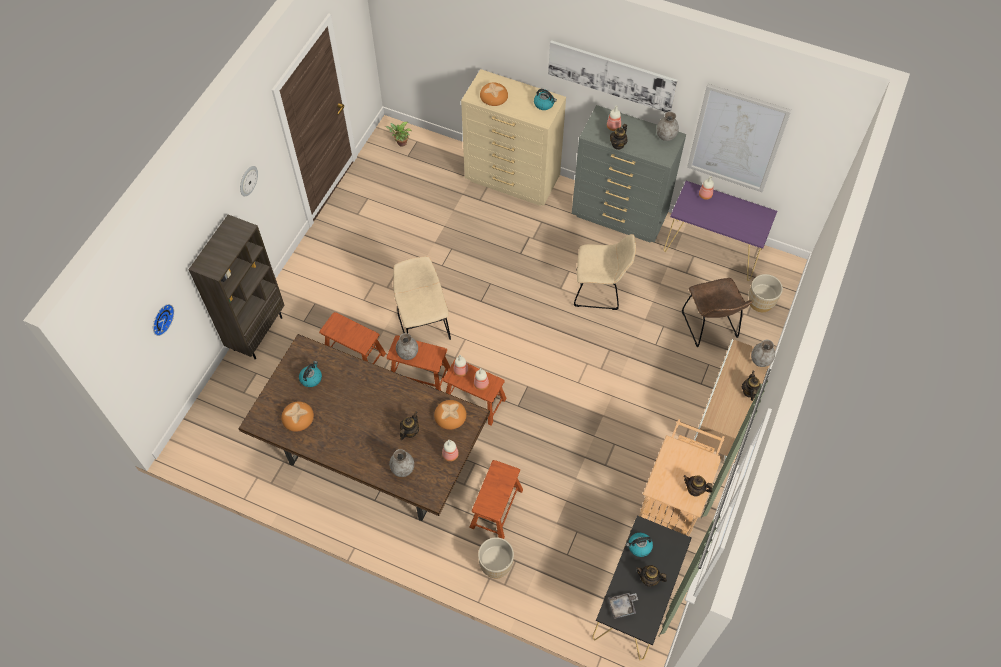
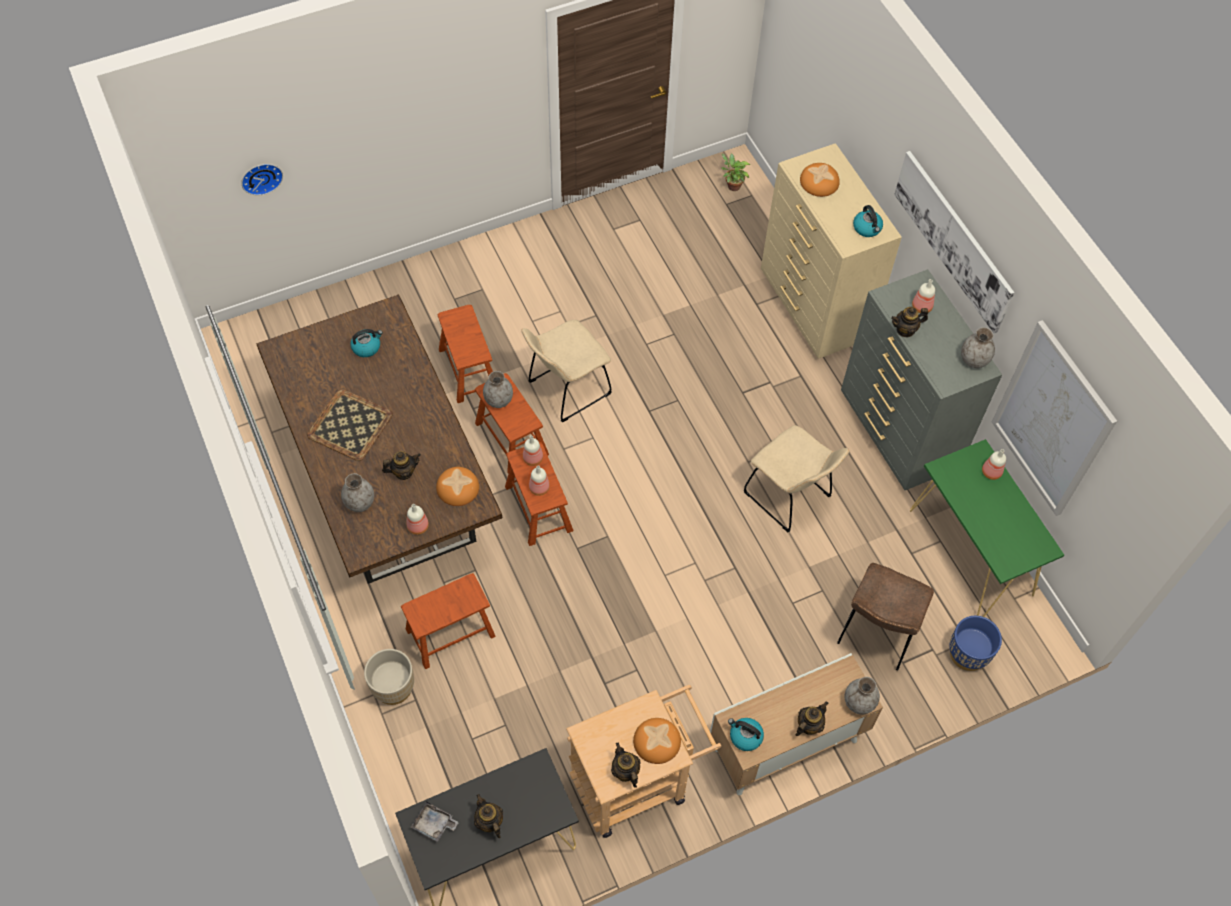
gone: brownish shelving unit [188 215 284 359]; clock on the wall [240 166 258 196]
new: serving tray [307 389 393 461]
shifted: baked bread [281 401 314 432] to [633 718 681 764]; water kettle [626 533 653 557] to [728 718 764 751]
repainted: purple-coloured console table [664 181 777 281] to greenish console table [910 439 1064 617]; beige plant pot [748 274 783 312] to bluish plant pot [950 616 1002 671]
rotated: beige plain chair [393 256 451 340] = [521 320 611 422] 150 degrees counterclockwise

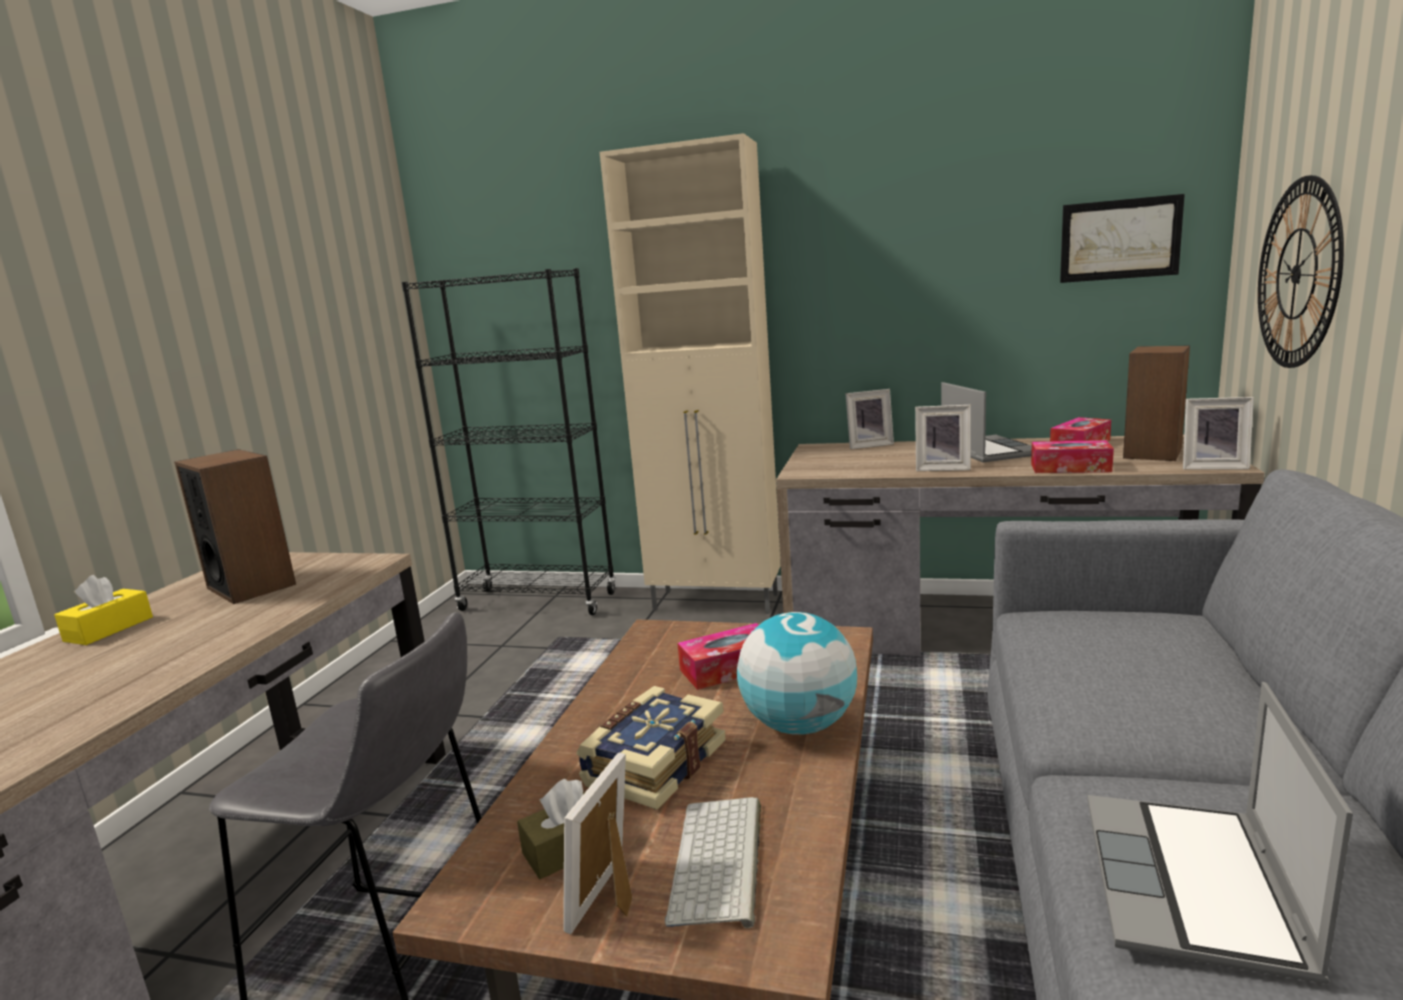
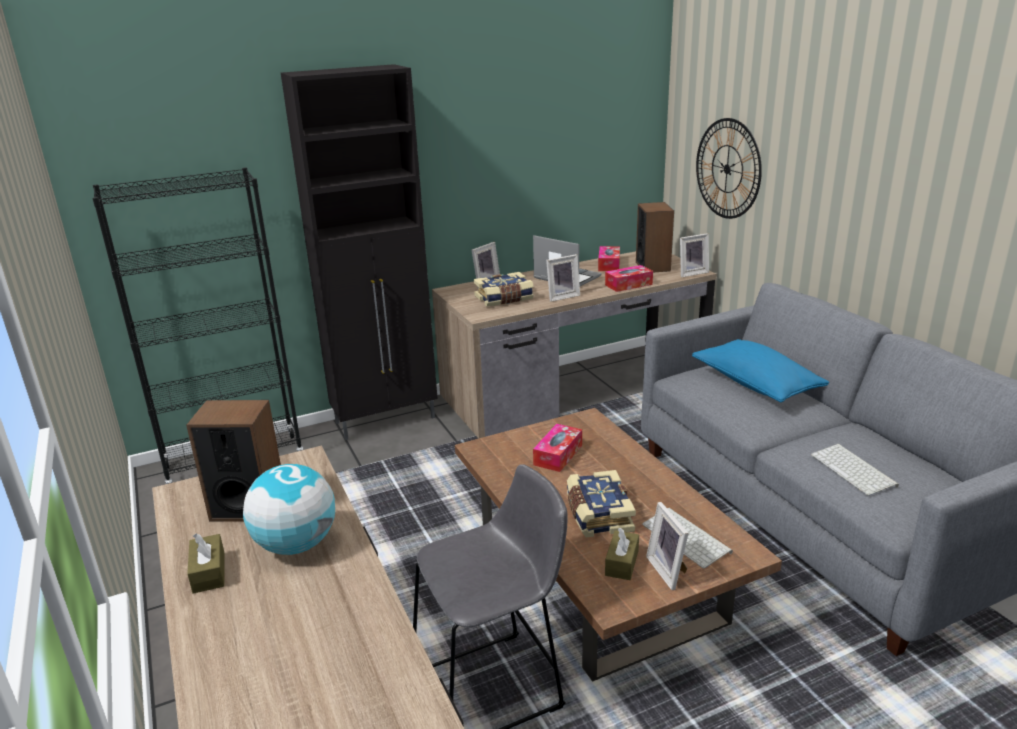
gone: picture [1060 194 1185 283]
new: volume [474 272 534 307]; bluish throw pillow [692 339 829 403]
shifted: world globe [737 612 857 735] to [243 464 335 555]
swapped: portable computer [1087 682 1353 984] to PC keyboard [811 444 899 496]
repainted: yellow-coloured box of tissues [54 575 153 645] to brownish box of tissues [187 533 225 594]; beige cupboard [600 133 781 614] to black-coloured cupboard [281 64 438 440]

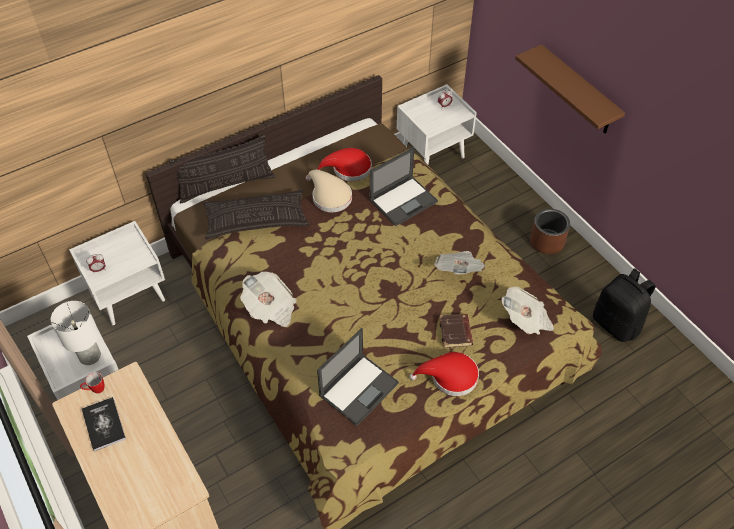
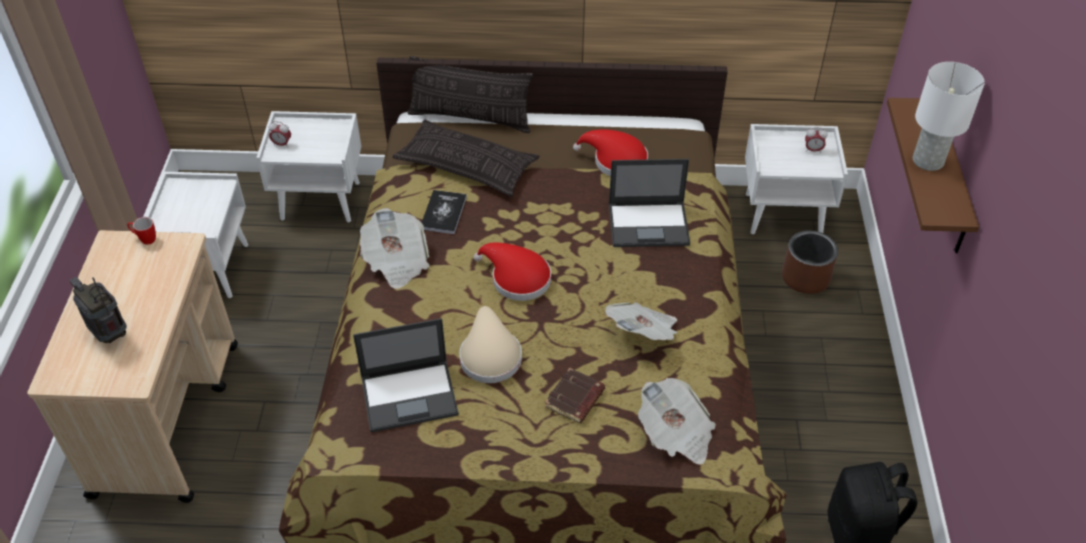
new: radio receiver [70 277 127 343]
shifted: white tabletop lamp [51 301 101 365] to [913 62 985 171]; volume [82 397 126 451] to [422 190 467 234]; beige clothing hat [306 170 352 212] to [459 306 522 383]; reddish clothing hat [409 352 479 396] to [474 243 551 301]; brownish plant pot [530 209 570 254] to [782 230 838 294]

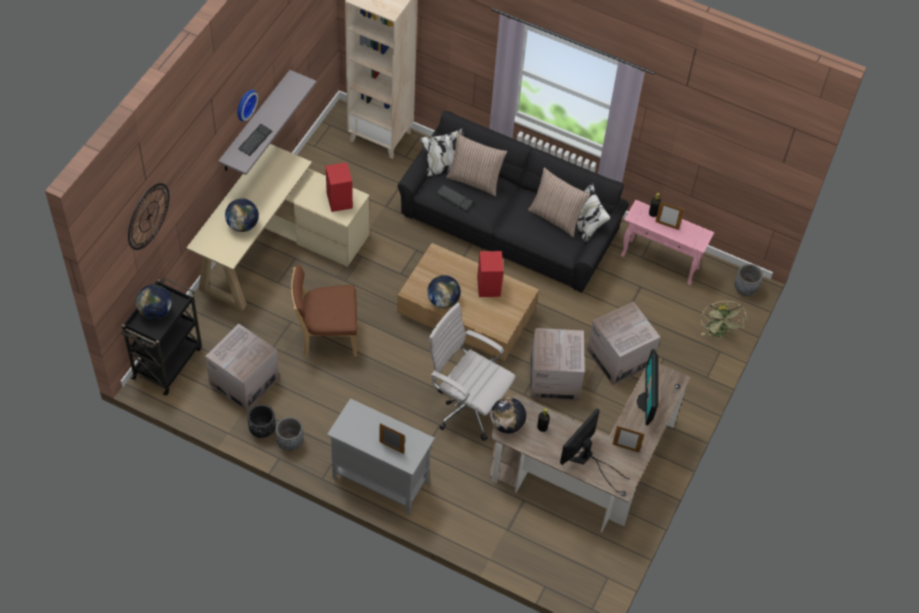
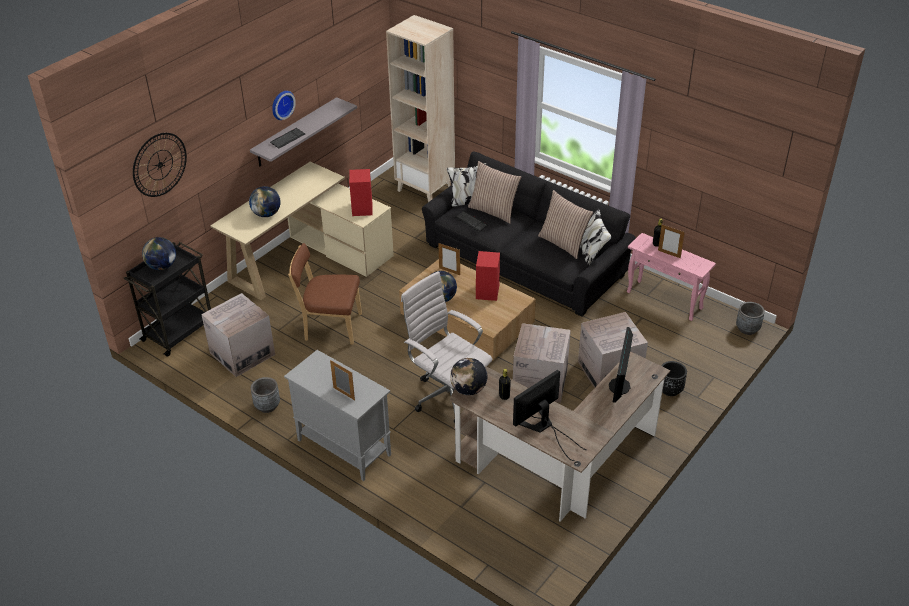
gone: greenish cooling fan [701 301 746 337]
shifted: black-coloured plant pot [247 404 276 438] to [661 361 687 396]; photo frame [612 426 644 452] to [438 243 460 275]

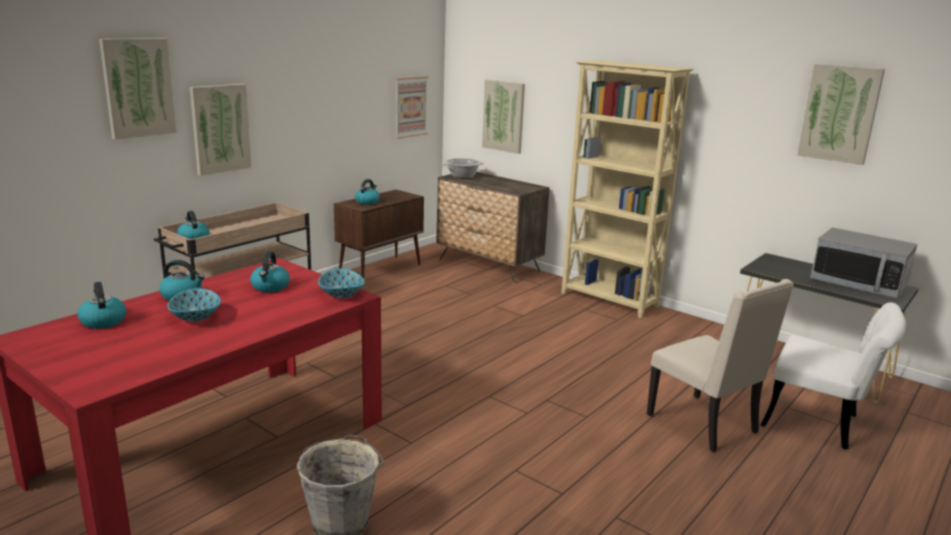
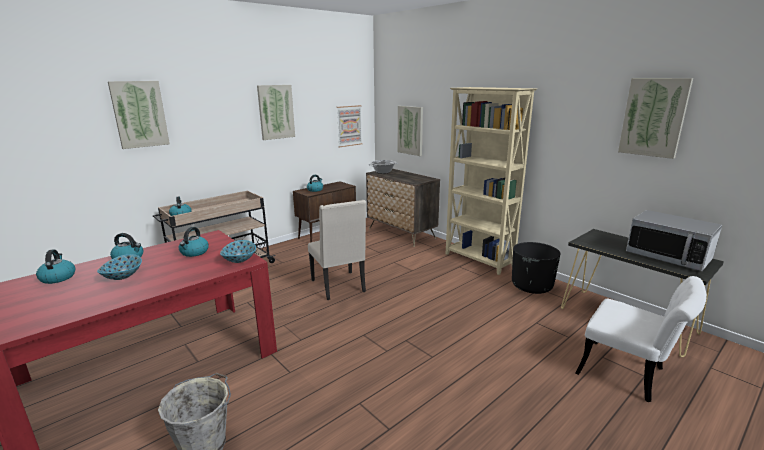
new: black-coloured plant pot [512 242 561 294]
shifted: picture [190 84 251 176] to [257 85 295 140]; beige plain chair [647 279 794 452] to [308 200 366 300]

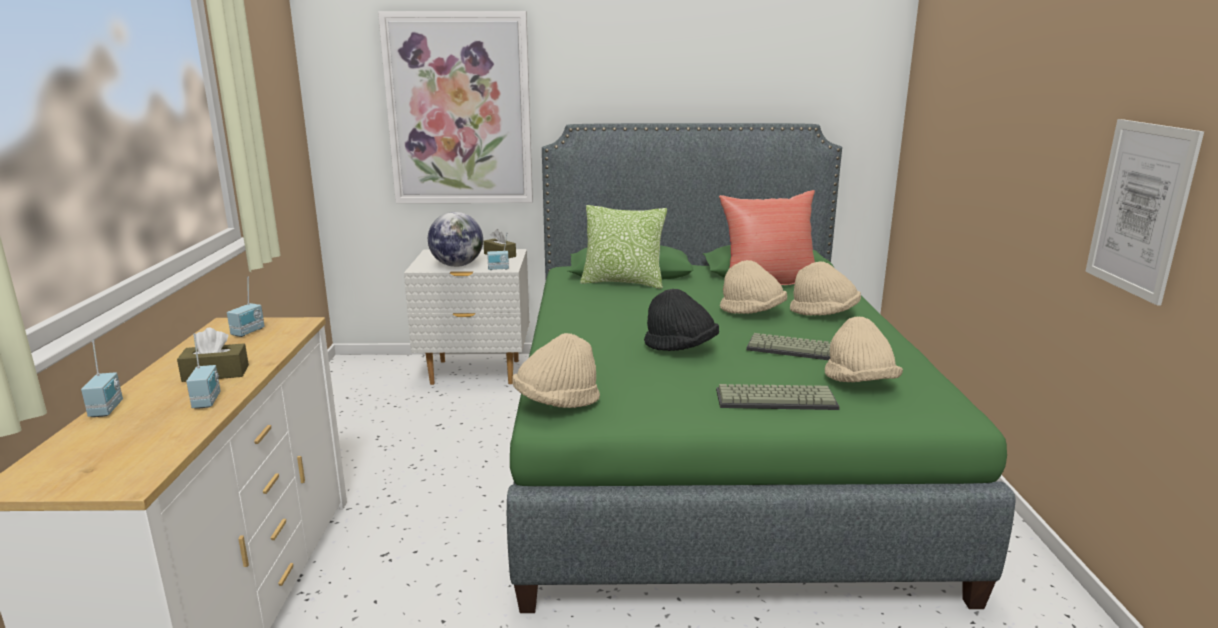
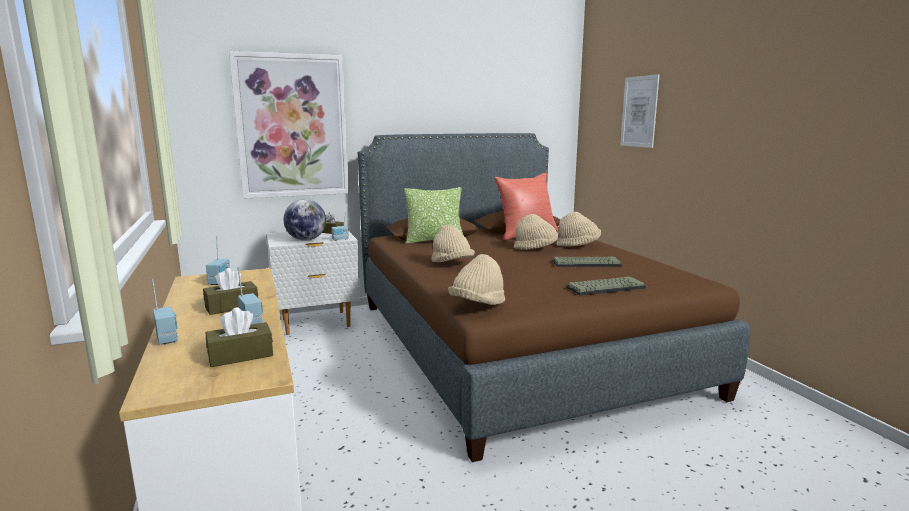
gone: black-coloured clothing hat [644 289 719 351]
new: brownish box of tissues [206 307 273 367]
shifted: beige clothing hat [825 316 903 382] to [431 224 475 262]; picture [1085 119 1204 306] to [620 74 660 148]
repainted: greenish sleeping bed [507 123 1016 613] to brownish sleeping bed [358 133 751 462]

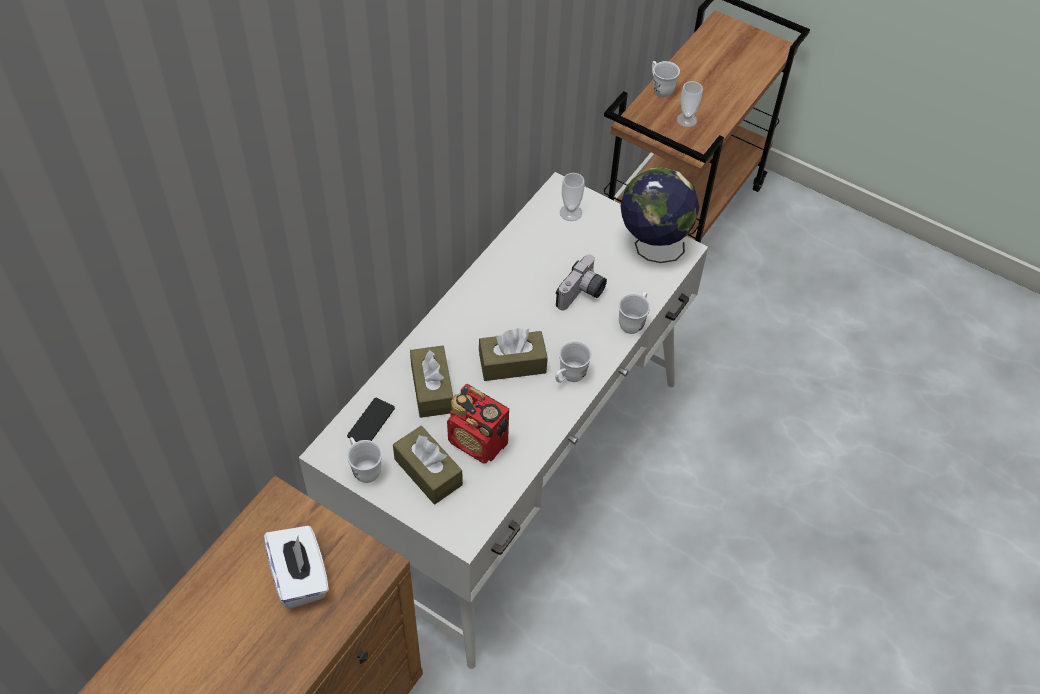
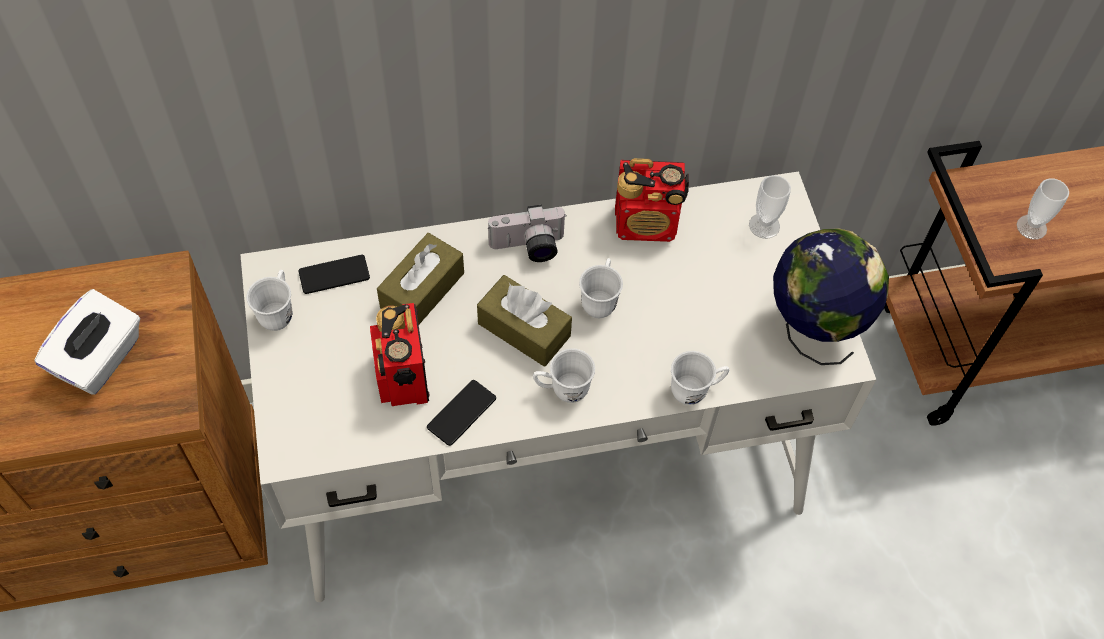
gone: brownish box of tissues [393 426 463 504]
new: handset [427 380 496 446]; radio receiver [615 158 689 242]
shifted: still camera [556 254 607 310] to [488 204 567 262]; white mug [652 61 680 97] to [579 258 623 318]

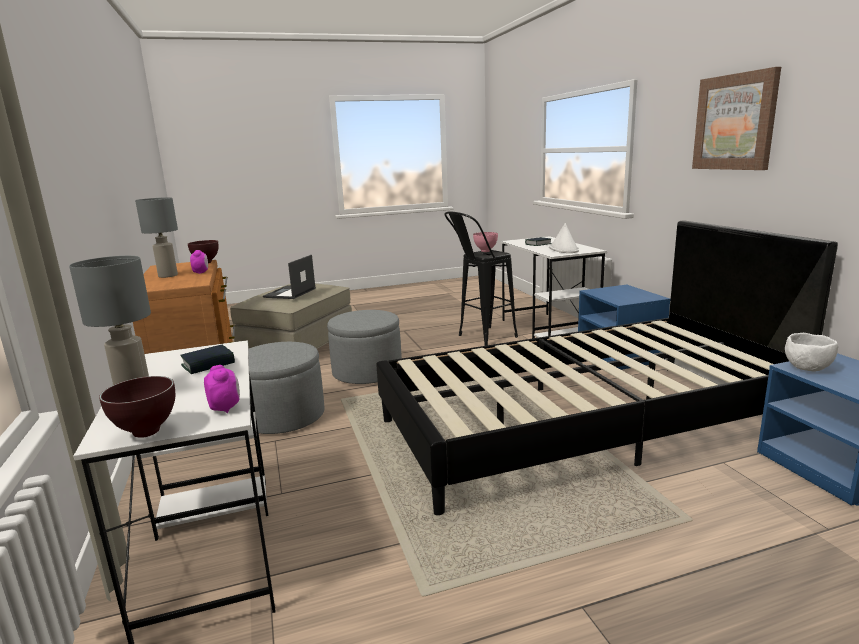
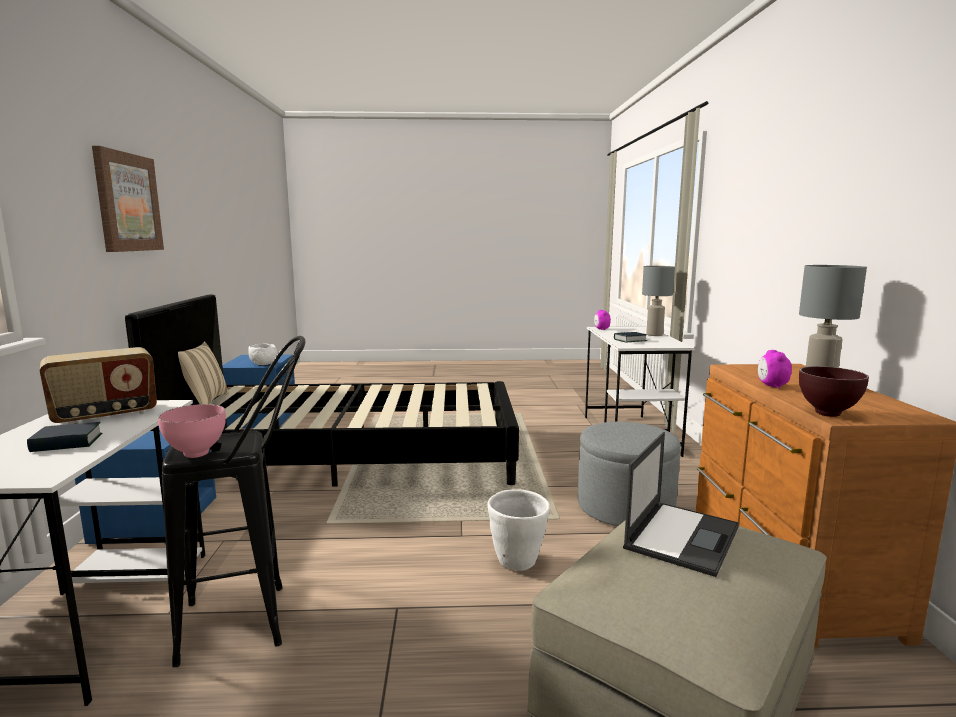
gone: brownish bowl [99 376 175 438]
new: beige throw pillow [178 341 228 404]
swapped: grey footrest [327 310 402 384] to white plant pot [487 489 550 571]; white clothing hat [549 223 579 253] to radio receiver [40 347 157 424]

